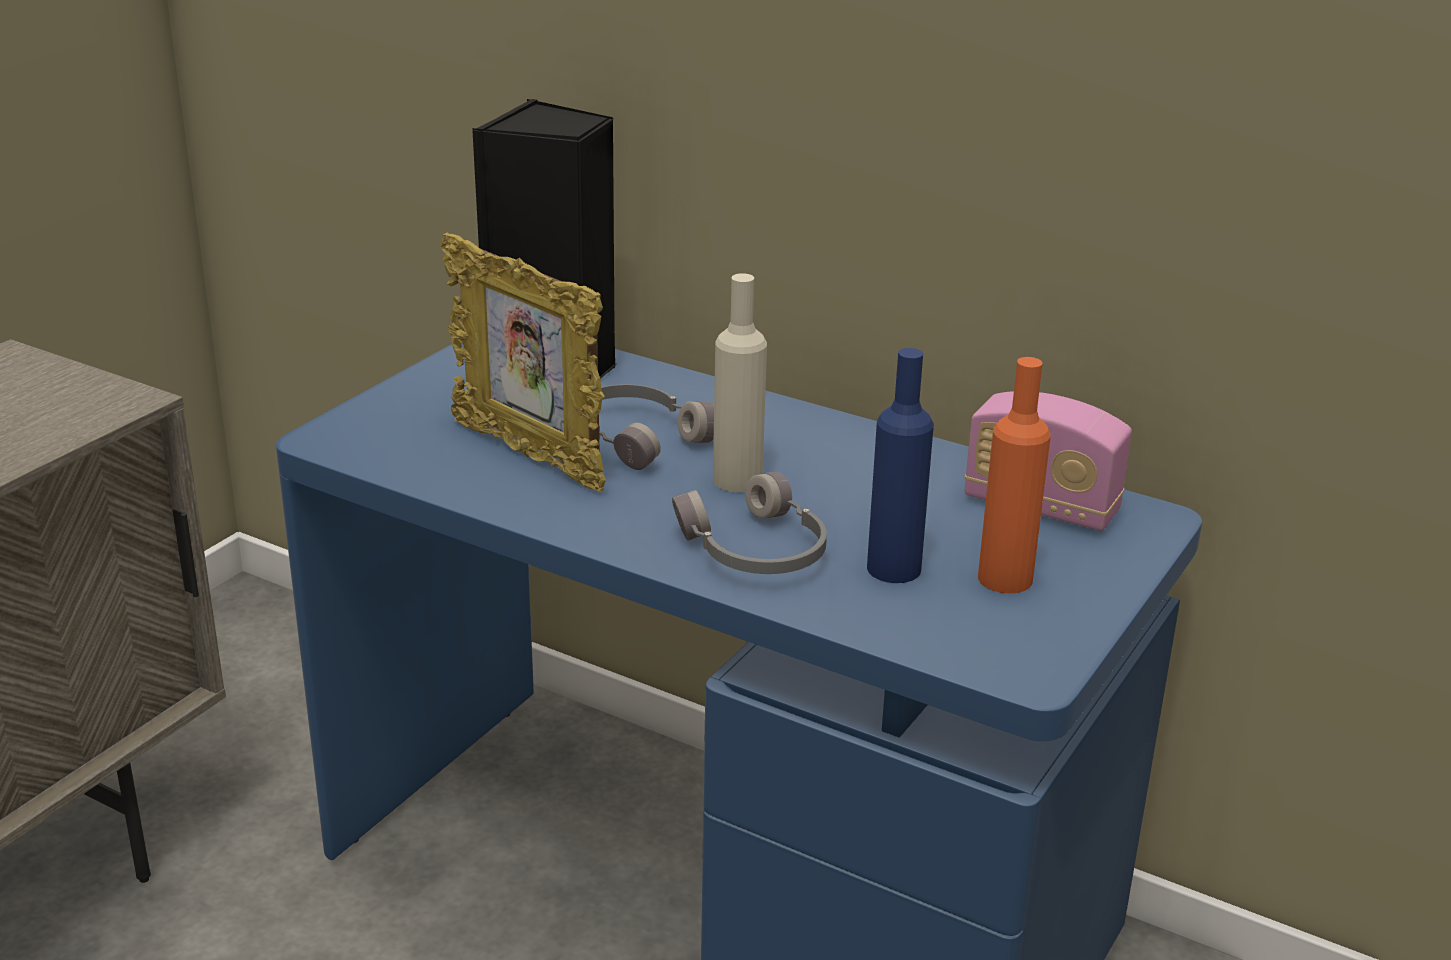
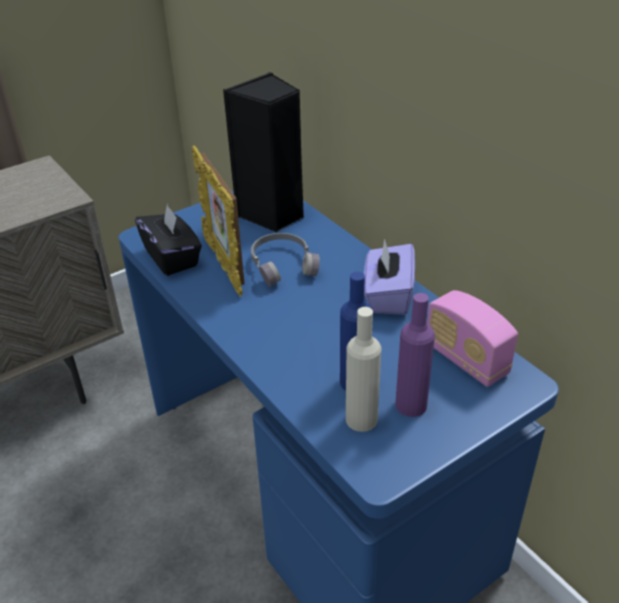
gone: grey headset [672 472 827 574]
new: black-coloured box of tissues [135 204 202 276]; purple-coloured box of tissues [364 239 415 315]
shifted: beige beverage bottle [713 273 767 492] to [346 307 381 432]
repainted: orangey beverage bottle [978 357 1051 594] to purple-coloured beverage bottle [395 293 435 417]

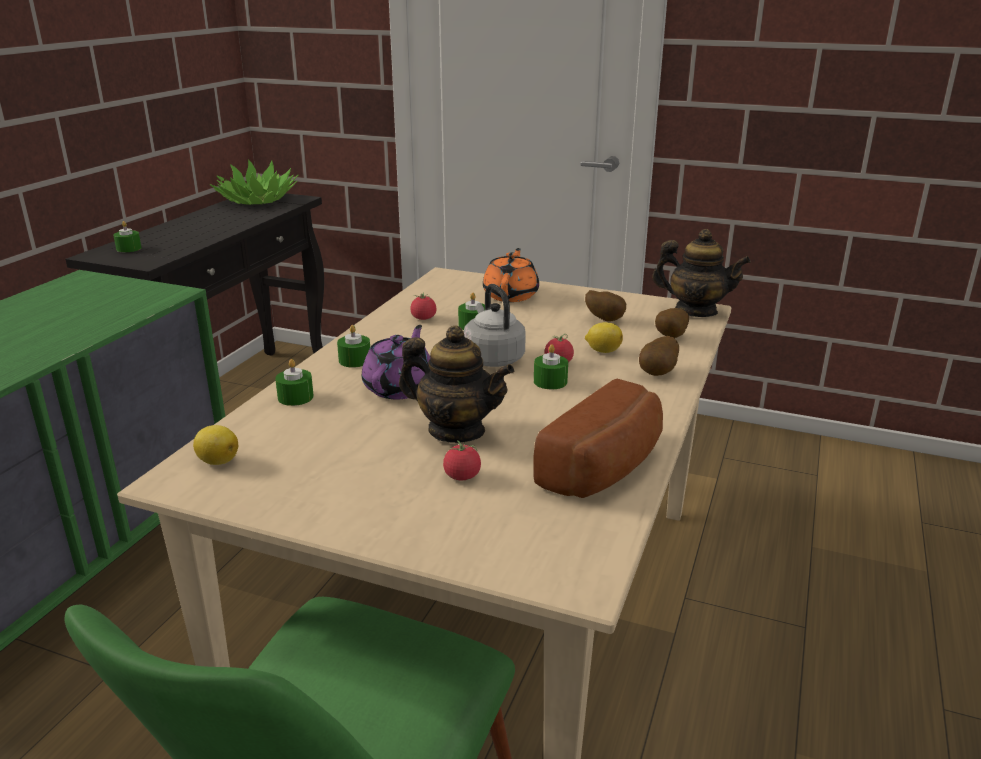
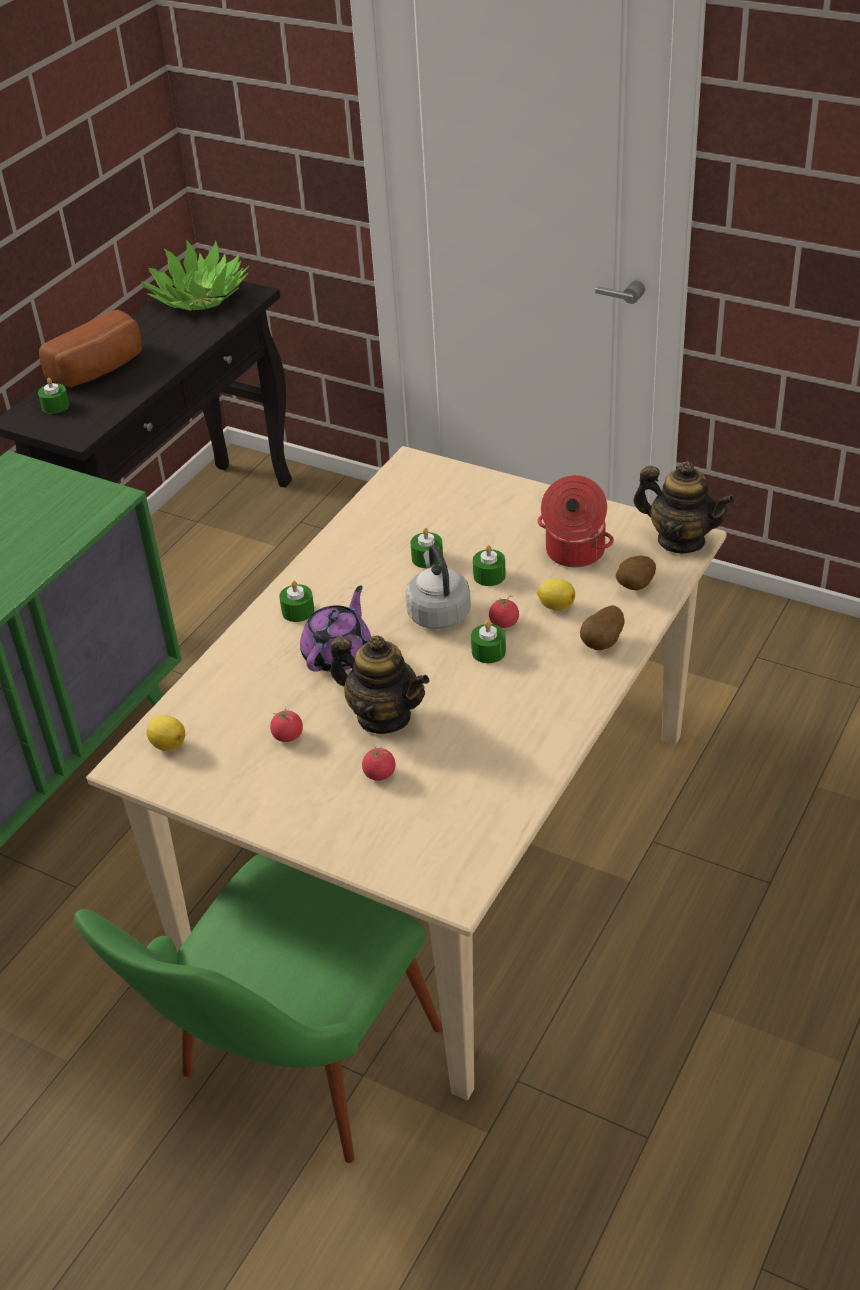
gone: orangey tea pot [483 248 539 302]
shifted: greenish wax light [275 359 314 406] to [473 545 506 586]; whole tomato [410 292 436 320] to [270 707 303 742]; baked bread [534 379 663 498] to [39 310 142 388]
swapped: whole potato [585 290 626 322] to stockpot [538 475 614 567]

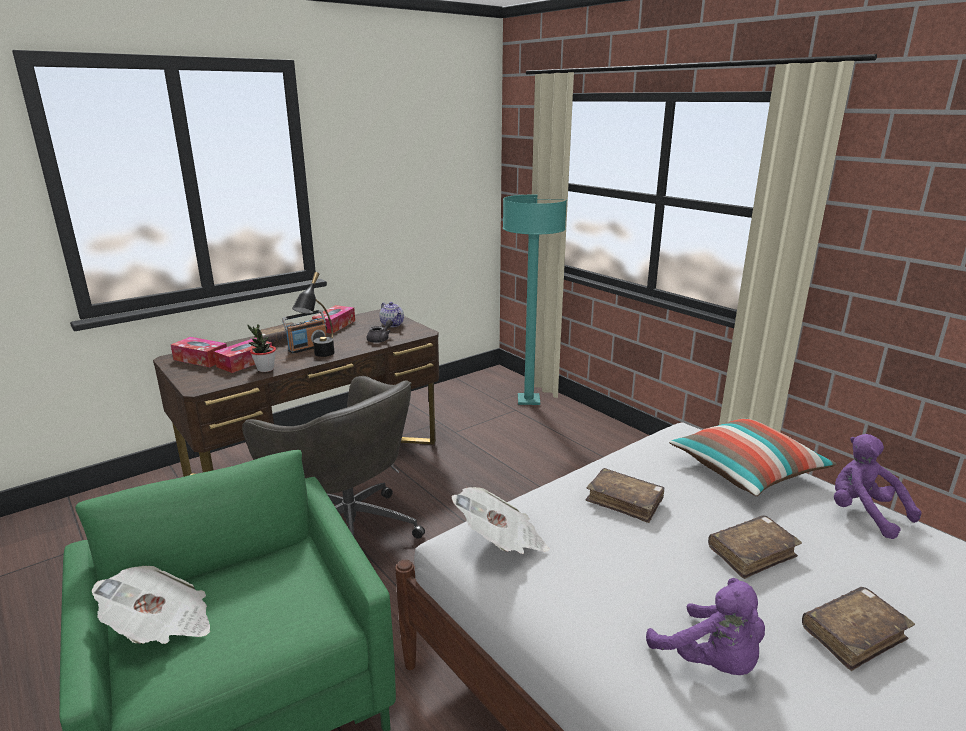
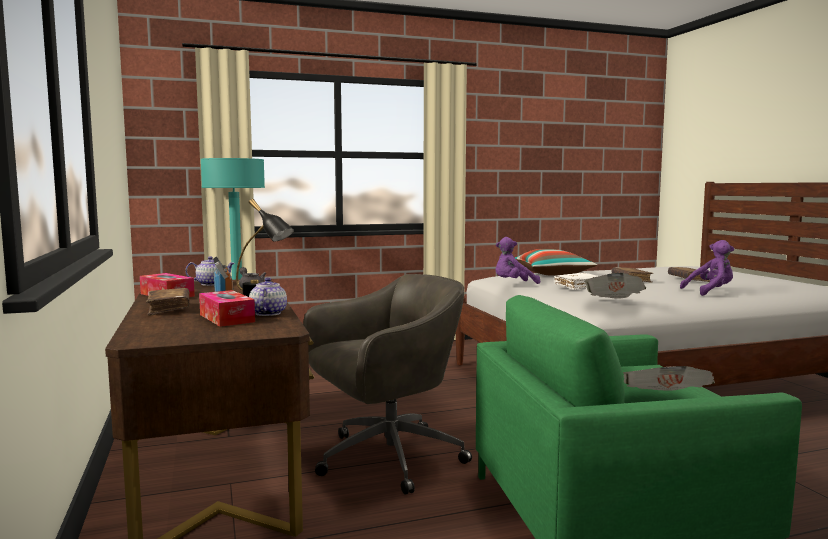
gone: box of tissues [171 337 227 367]
shifted: purple-coloured cuddly toy [834 434 922 539] to [495 237 540 284]
swapped: potted plant [248 324 276 372] to tea pot [249 277 287 316]
repainted: brownish volume [586 468 665 523] to white volume [554 273 598 290]

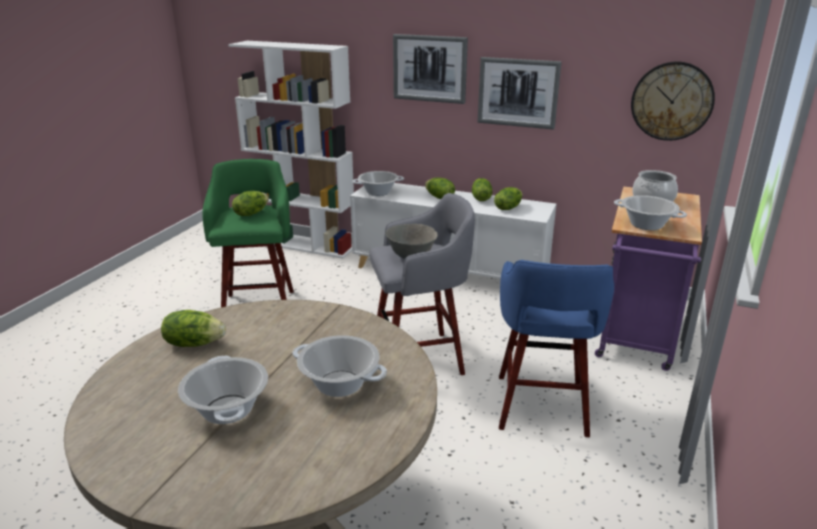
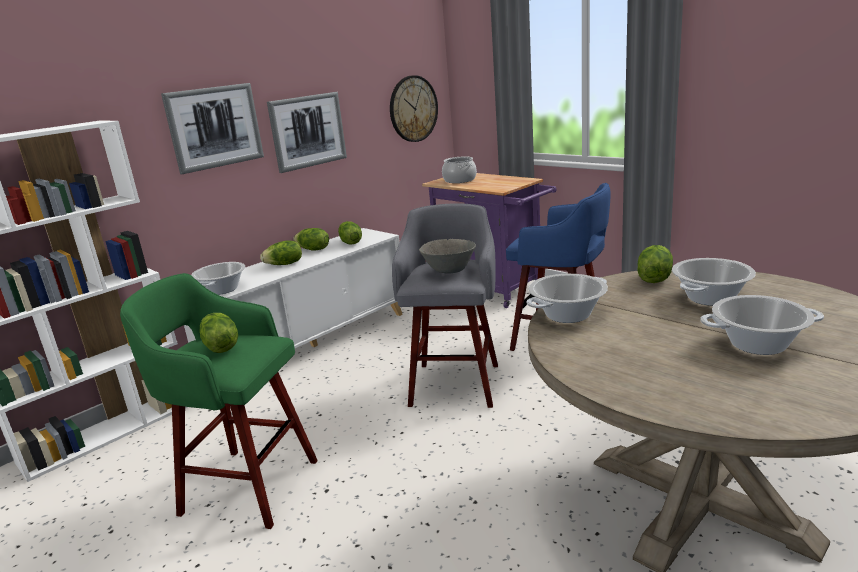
shifted: head of lettuce [161 310 226 347] to [637 245 673 283]; stockpot [614 195 687 230] to [527 274 608 323]

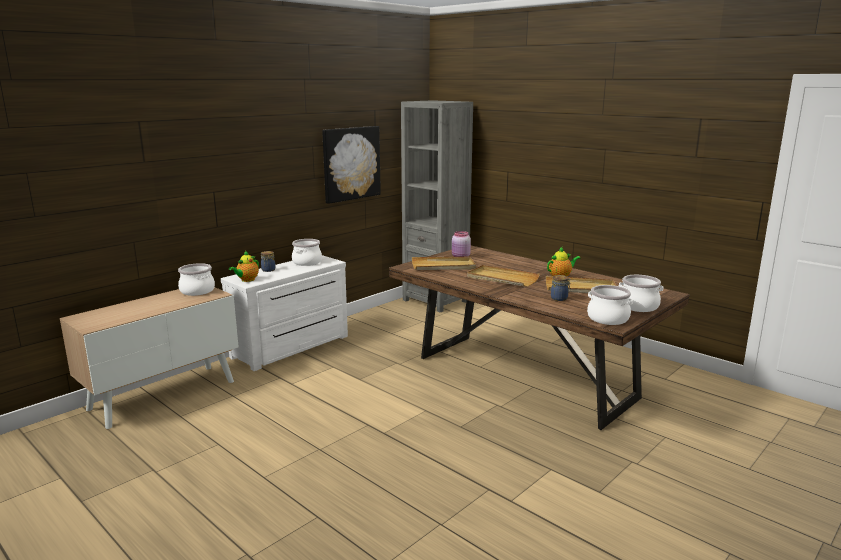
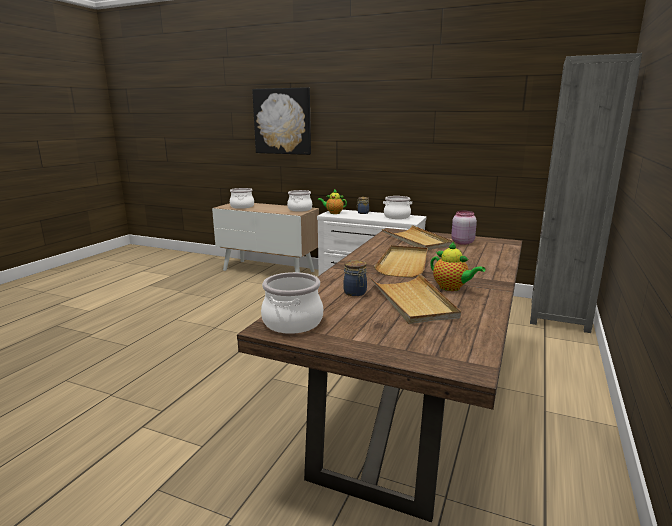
shifted: picture [322 126 381 204] to [252 87 311 155]; stockpot [619 275 663 312] to [230 188 254 209]

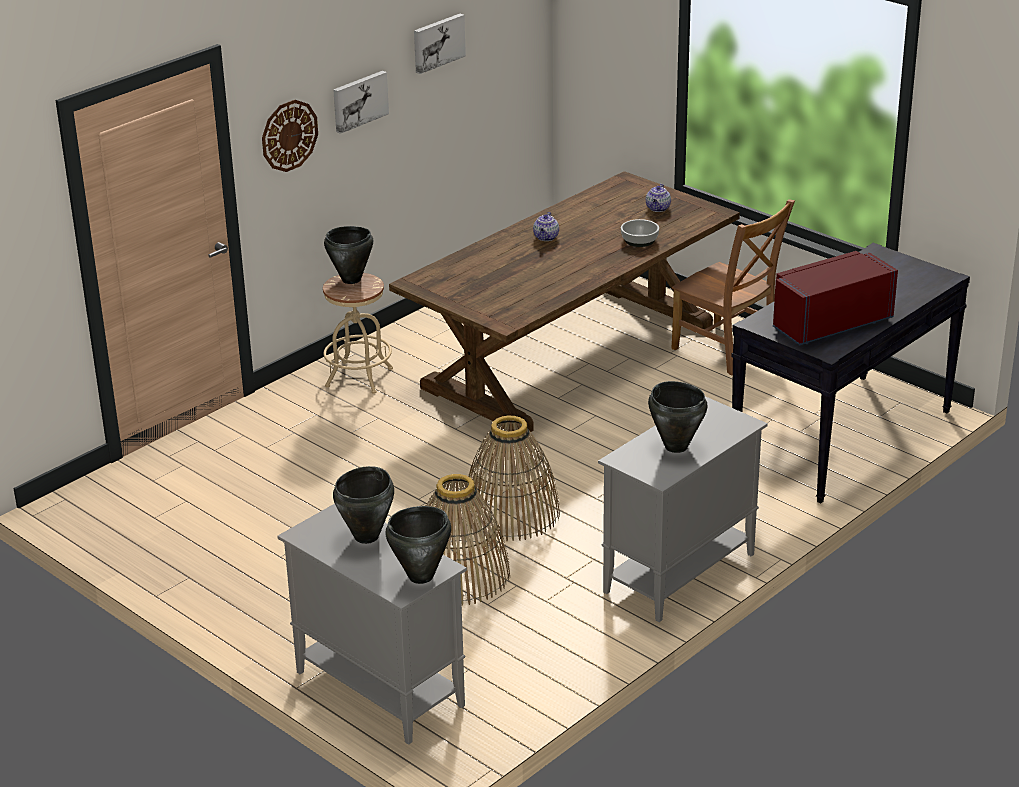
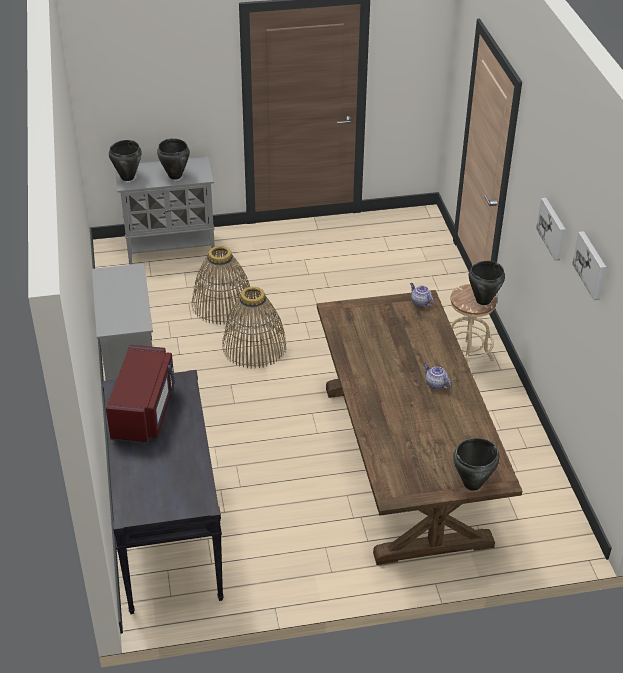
gone: clock on the wall [262 100 318 172]; bowl [621 219 659 247]; brownish plain chair [671 199 795 376]
shifted: tea pot [646 184 671 212] to [410 283 434 307]; black-coloured stockpot [648 381 708 453] to [453 438 499 491]

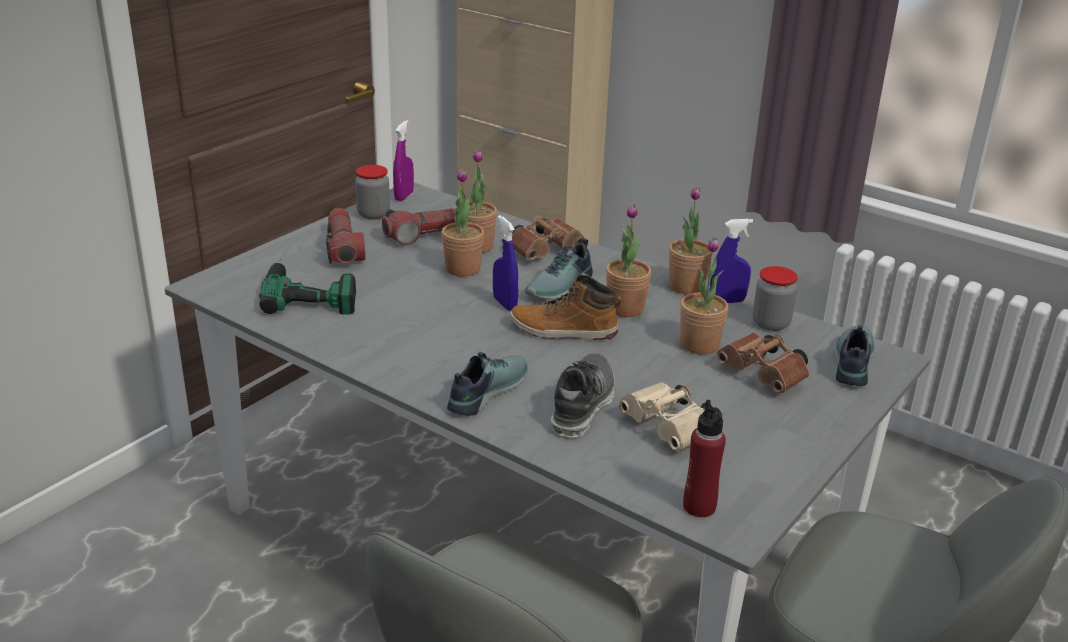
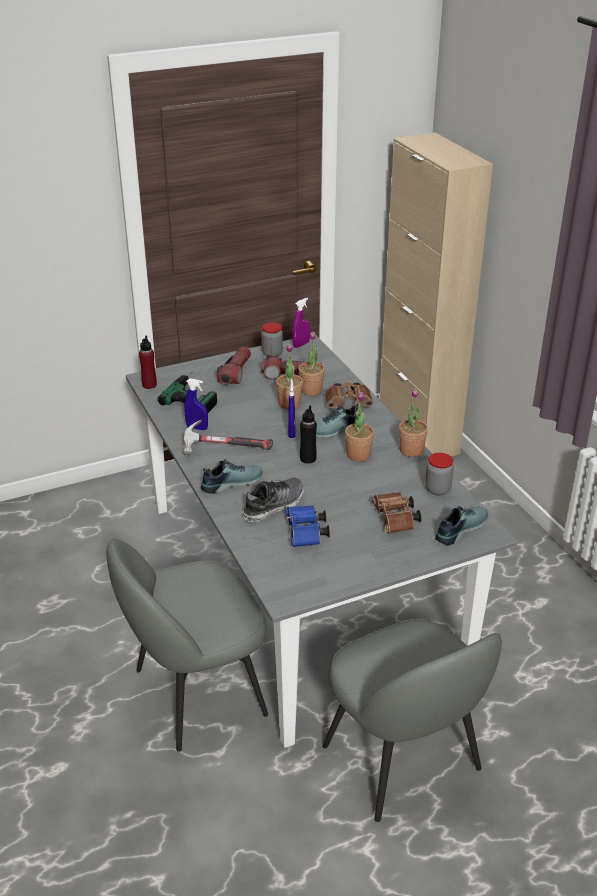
gone: potted plant [680 237 728 354]
new: hand hammer [183 420 273 455]
shifted: reddish beverage bottle [683 400 726 517] to [139 335 157 389]; bluish spray bottle [710 219 753 303] to [184 378 208 430]
swapped: tall boot [510 275 621 340] to black-coloured beverage bottle [300 406 317 464]
repainted: beige pair of binoculars [619 382 716 451] to bluish pair of binoculars [286 505 330 547]

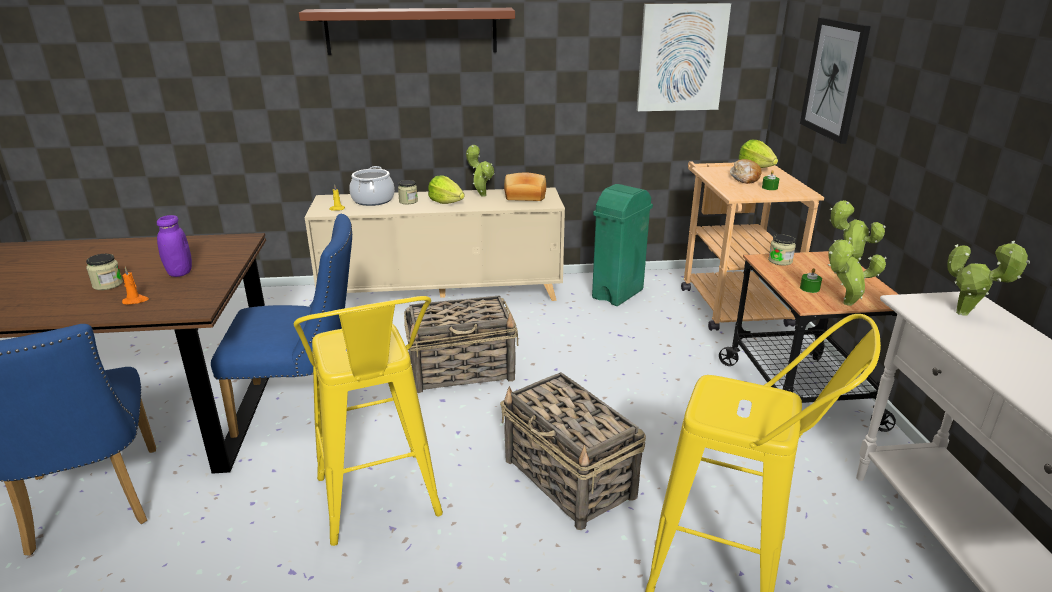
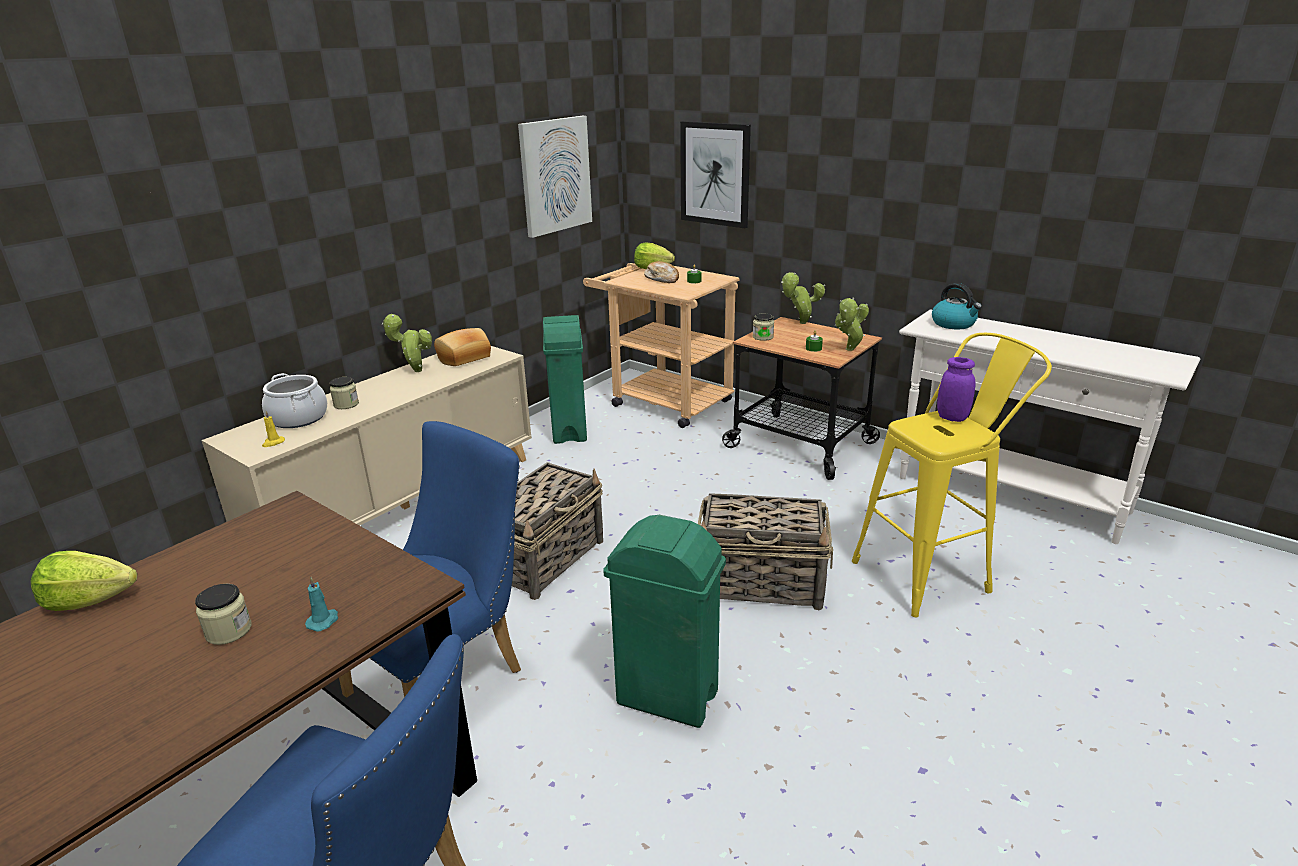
gone: brownish wall shelf [299 8 515 55]
shifted: purple-coloured storage jar [157 215 192 277] to [937 357 976 422]; head of lettuce [428 175 465 204] to [31 551 138 611]
swapped: yellow-coloured stool seat [294 296 443 546] to greenish rubbish bin [603 515 726 728]; potted plant [947 241 1030 316] to water kettle [932 283 982 329]
repainted: orangey wax light [122 267 149 305] to blue-green wax light [305 577 338 632]

